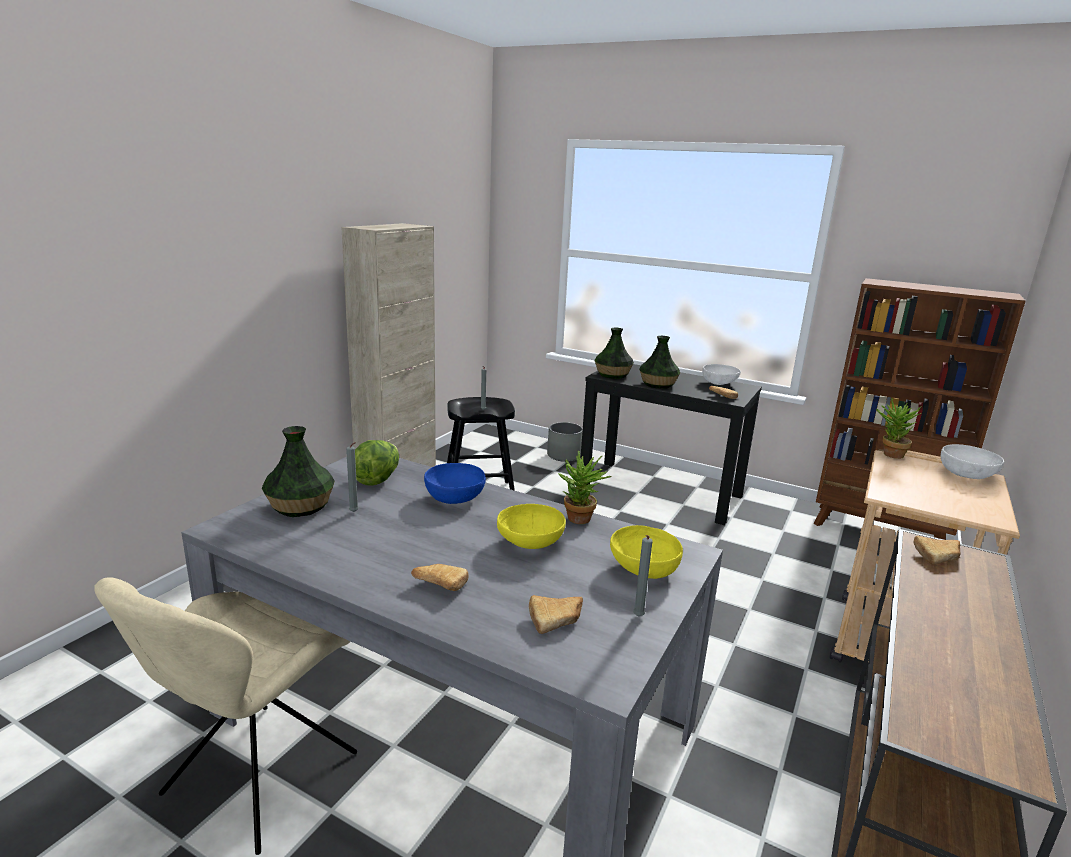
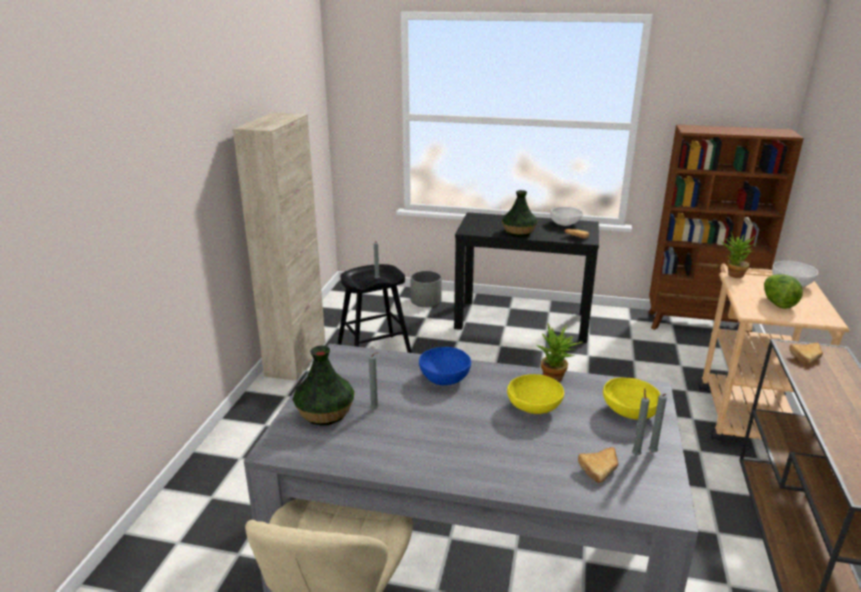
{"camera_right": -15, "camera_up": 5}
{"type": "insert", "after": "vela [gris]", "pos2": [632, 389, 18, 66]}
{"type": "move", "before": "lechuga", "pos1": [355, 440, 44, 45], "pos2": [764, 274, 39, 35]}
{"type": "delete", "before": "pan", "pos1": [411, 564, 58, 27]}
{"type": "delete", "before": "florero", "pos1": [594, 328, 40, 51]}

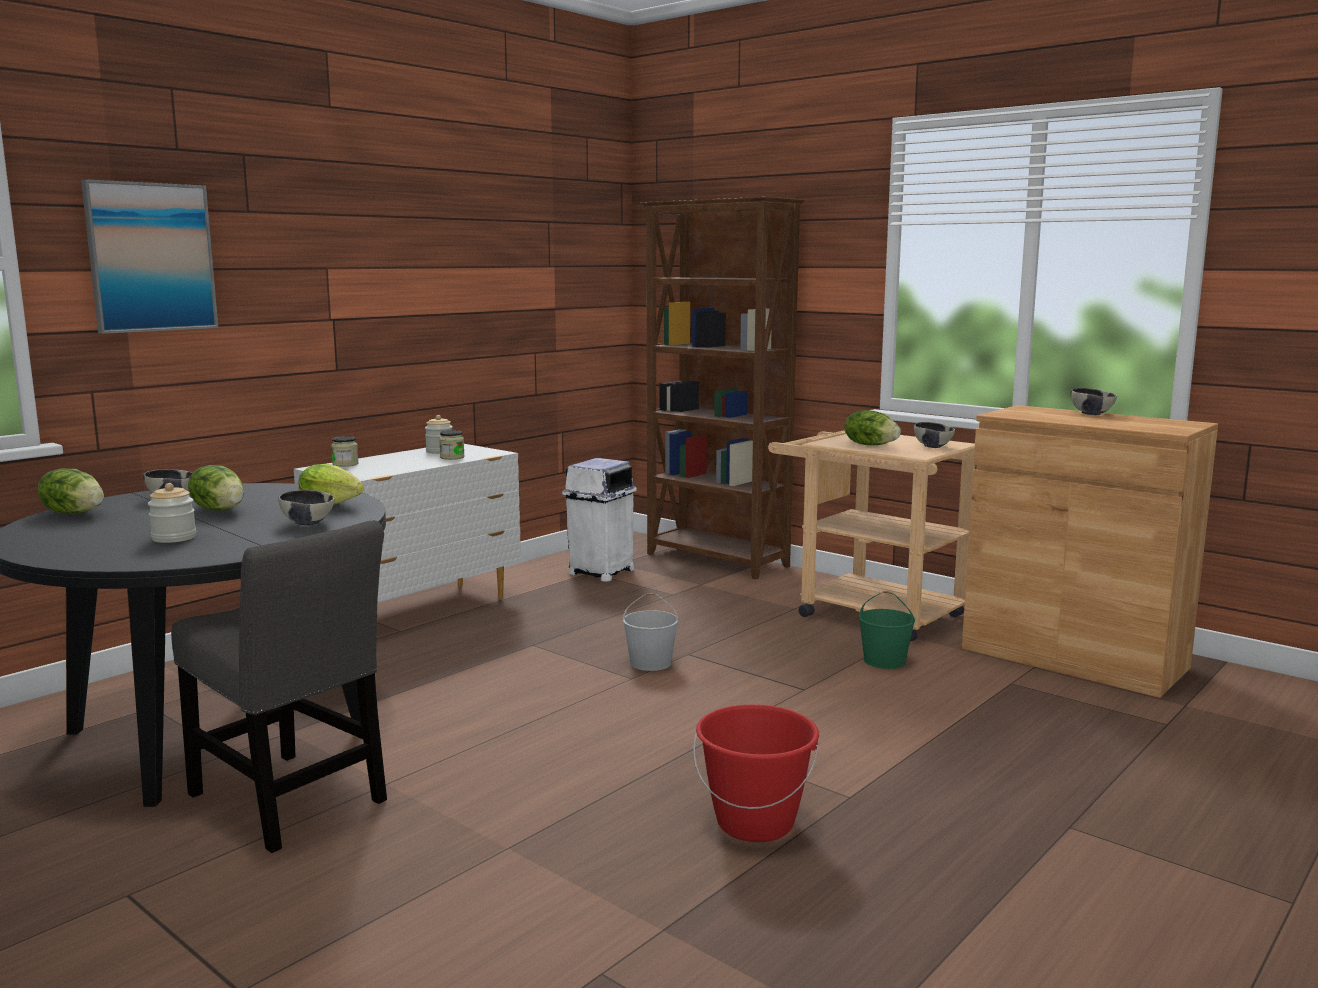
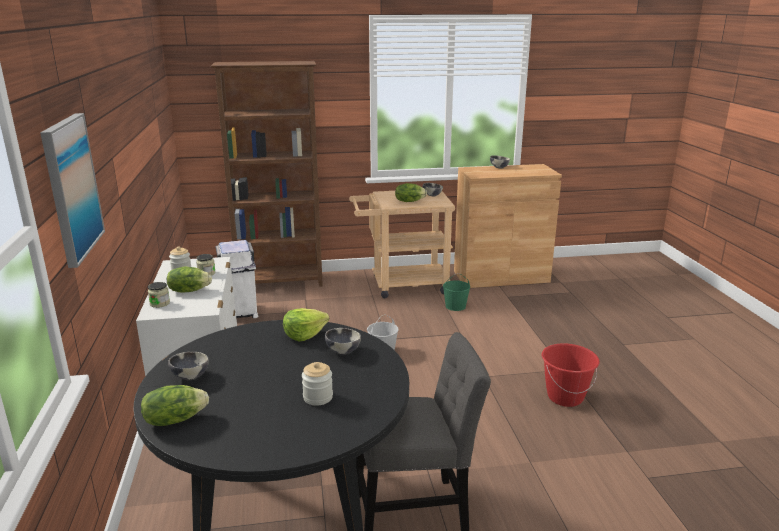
{"camera_right": -50, "camera_up": 10}
{"type": "move", "before": "lechuga", "pos1": [188, 465, 56, 45], "pos2": [167, 266, 45, 27]}

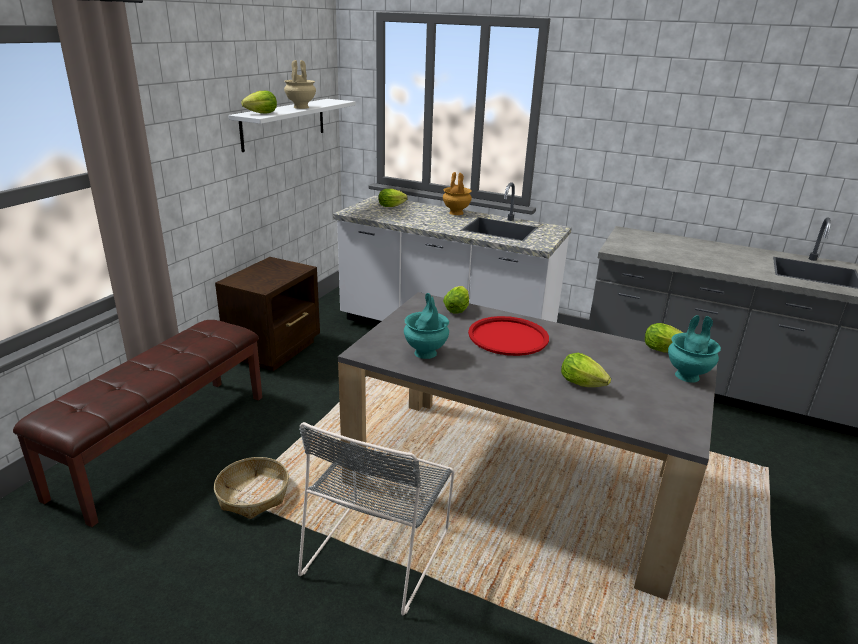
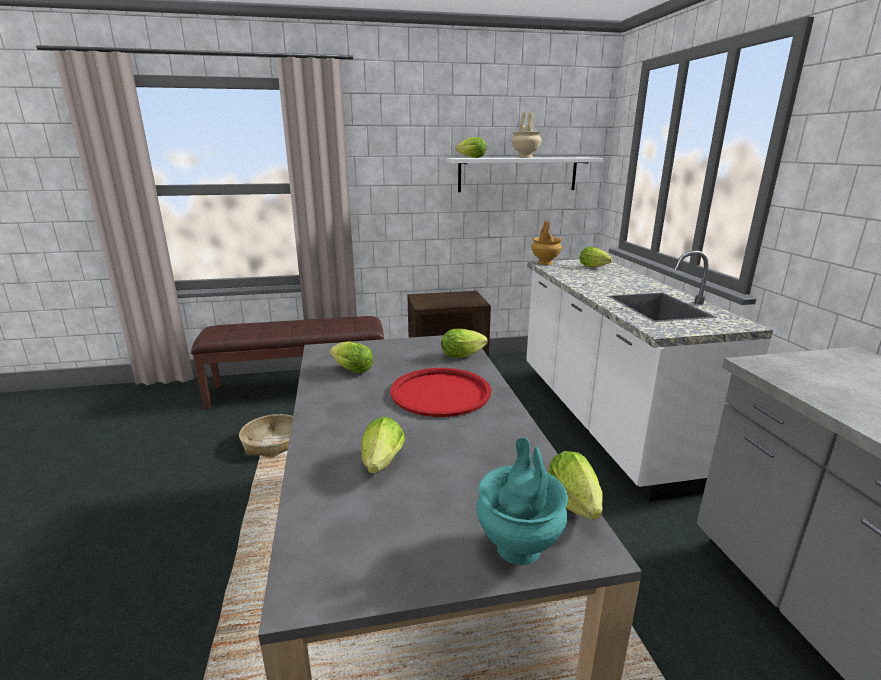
{"camera_right": 55, "camera_up": -5}
{"type": "replace", "before": "florero [turquesa]", "after": "lechuga", "pos1": [404, 293, 45, 66], "pos2": [330, 341, 43, 33]}
{"type": "move", "before": "florero [marrón]", "pos1": [443, 172, 29, 43], "pos2": [531, 220, 31, 45]}
{"type": "delete", "before": "silla [gris]", "pos1": [298, 422, 156, 193]}

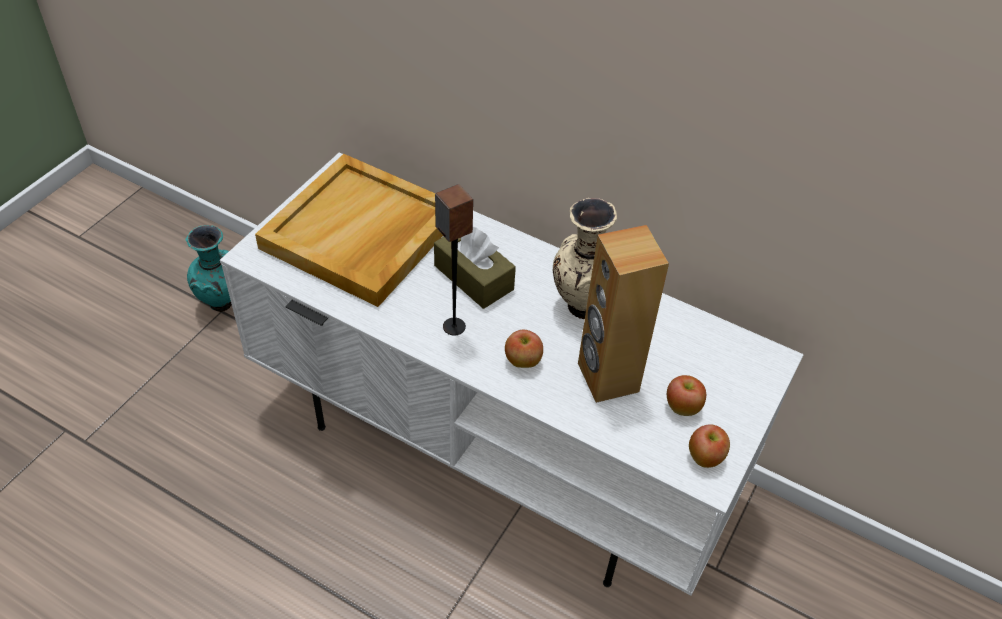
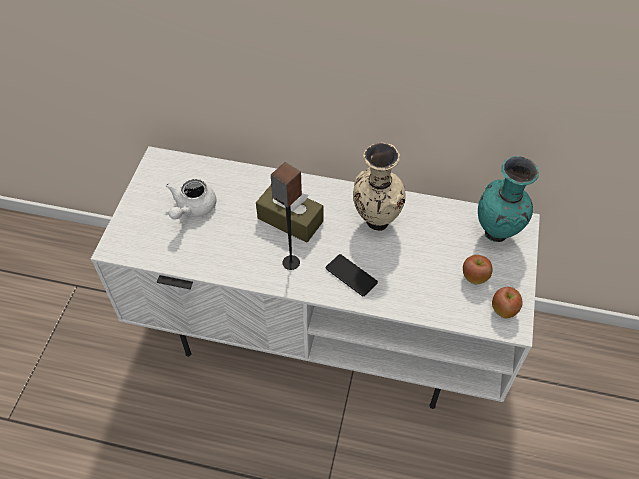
{"camera_right": -15, "camera_up": 5}
{"type": "replace", "before": "bandeja [beis]", "after": "tetera [blanco]", "pos1": [255, 154, 188, 153], "pos2": [166, 179, 50, 41]}
{"type": "replace", "before": "manzana", "after": "móvil", "pos1": [505, 330, 38, 38], "pos2": [325, 254, 53, 42]}
{"type": "move", "before": "florero [turquesa]", "pos1": [186, 225, 46, 87], "pos2": [478, 156, 61, 86]}
{"type": "delete", "before": "altavoz [marrón]", "pos1": [578, 225, 91, 178]}

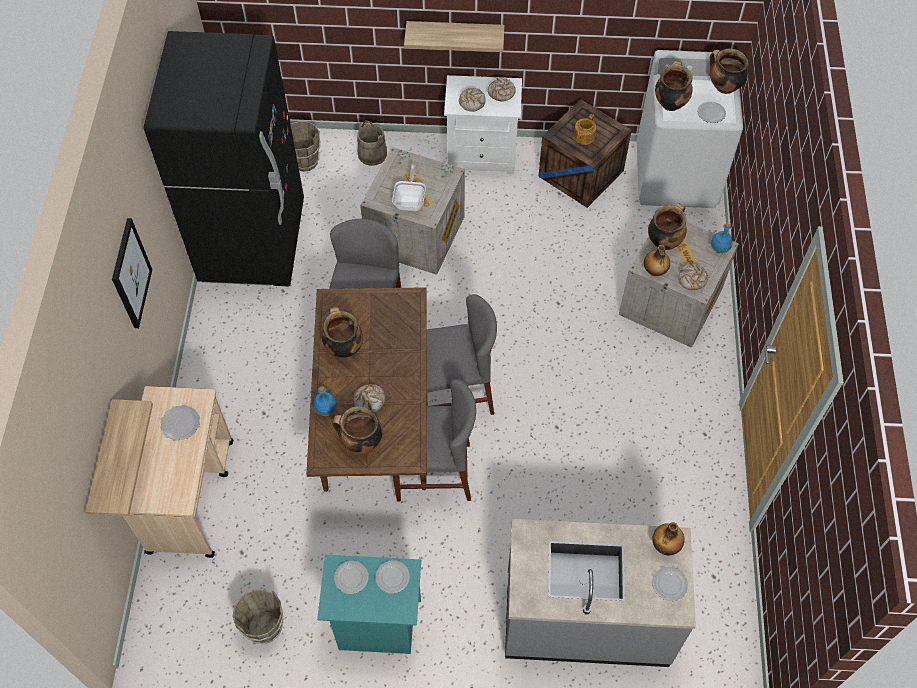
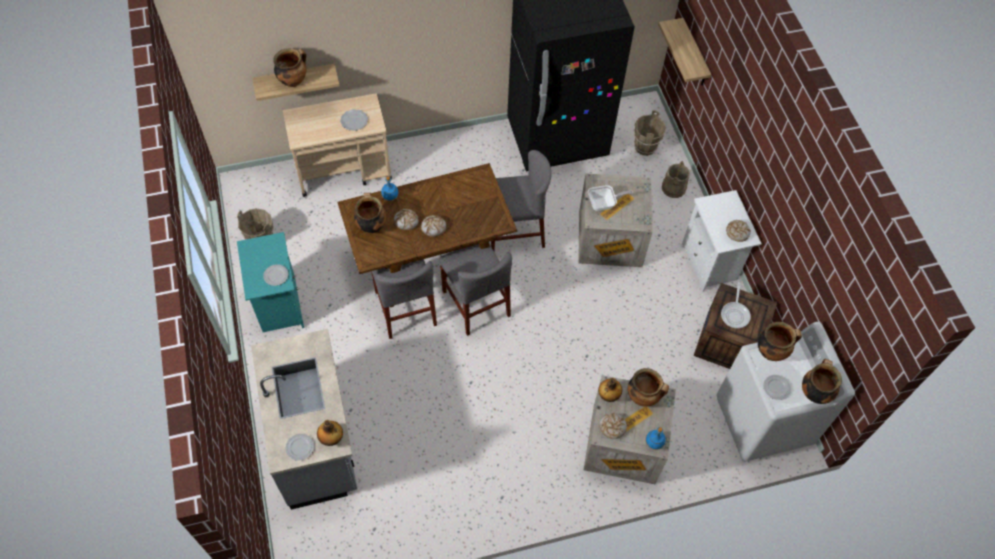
{"camera_right": 70, "camera_up": 0}
{"type": "move", "before": "olla", "pos1": [322, 307, 41, 51], "pos2": [273, 48, 33, 39]}
{"type": "move", "before": "pan", "pos1": [459, 88, 26, 24], "pos2": [421, 215, 25, 22]}
{"type": "move", "before": "estante", "pos1": [404, 21, 101, 31], "pos2": [658, 18, 53, 68]}
{"type": "replace", "before": "tetera", "after": "sartén", "pos1": [574, 114, 22, 31], "pos2": [721, 282, 30, 47]}
{"type": "delete", "before": "cuadro", "pos1": [112, 218, 40, 110]}
{"type": "delete", "before": "plato", "pos1": [334, 561, 35, 33]}

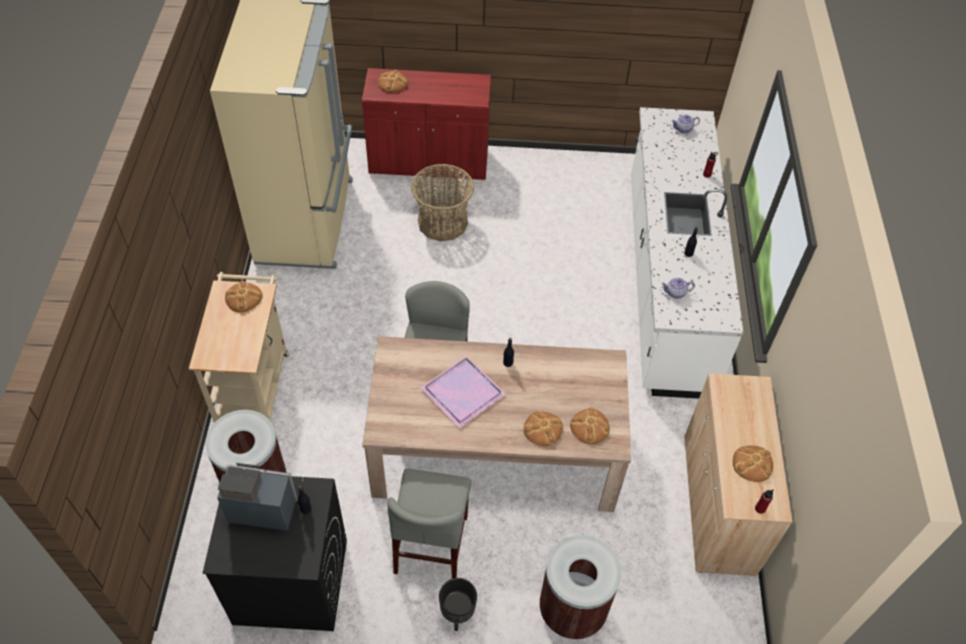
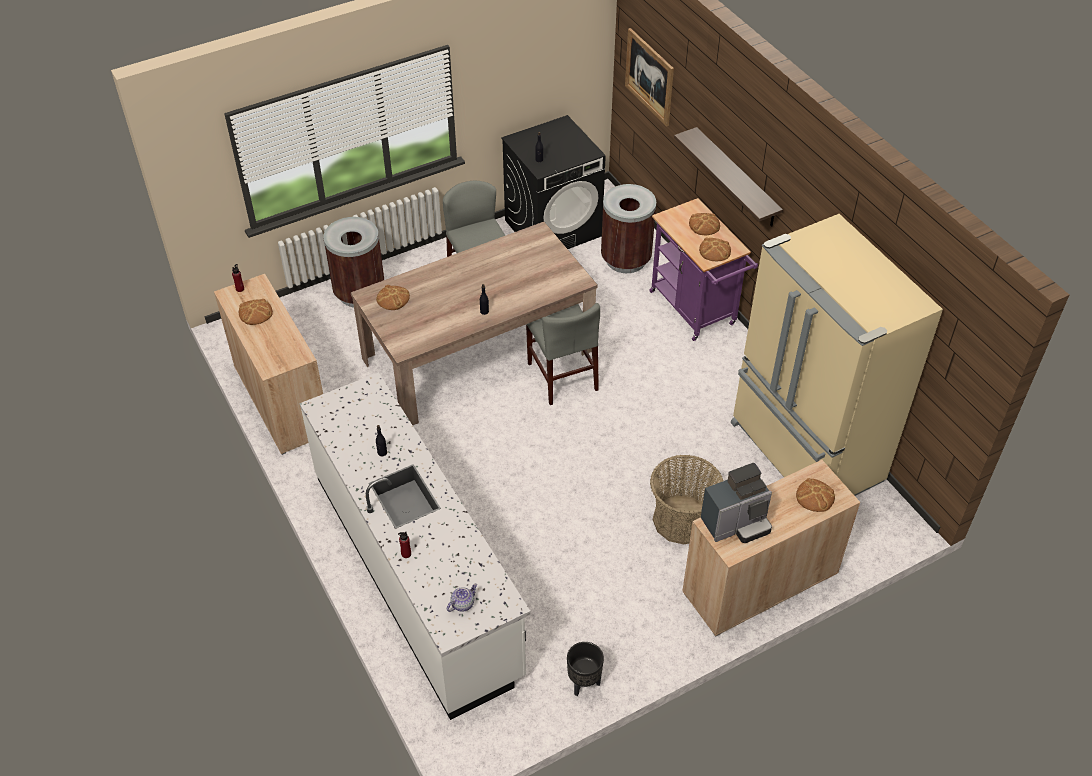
{"camera_right": 150, "camera_up": -5}
{"type": "move", "before": "maceta [negro]", "pos1": [439, 578, 38, 53], "pos2": [567, 642, 37, 54]}
{"type": "insert", "after": "cuadro", "pos2": [625, 28, 49, 99]}
{"type": "recolor", "before": "carrito [beis]", "after": "carrito [morado]", "pos1": [189, 272, 101, 151], "pos2": [649, 198, 109, 143]}
{"type": "insert", "after": "estante", "pos2": [674, 127, 109, 100]}
{"type": "recolor", "before": "armario [rojo]", "after": "armario [beis]", "pos1": [362, 68, 129, 112], "pos2": [682, 460, 178, 177]}
{"type": "move", "before": "pan", "pos1": [523, 411, 40, 35], "pos2": [689, 213, 31, 22]}
{"type": "move", "before": "cafetera", "pos1": [217, 463, 81, 68], "pos2": [701, 463, 71, 80]}
{"type": "delete", "before": "bandeja [morado]", "pos1": [421, 356, 85, 72]}
{"type": "delete", "before": "tetera", "pos1": [662, 278, 33, 21]}

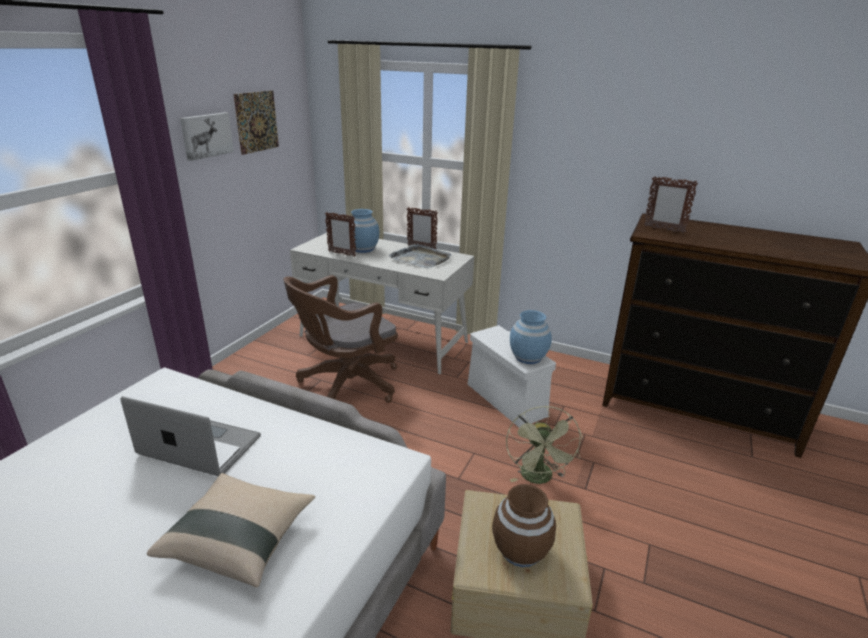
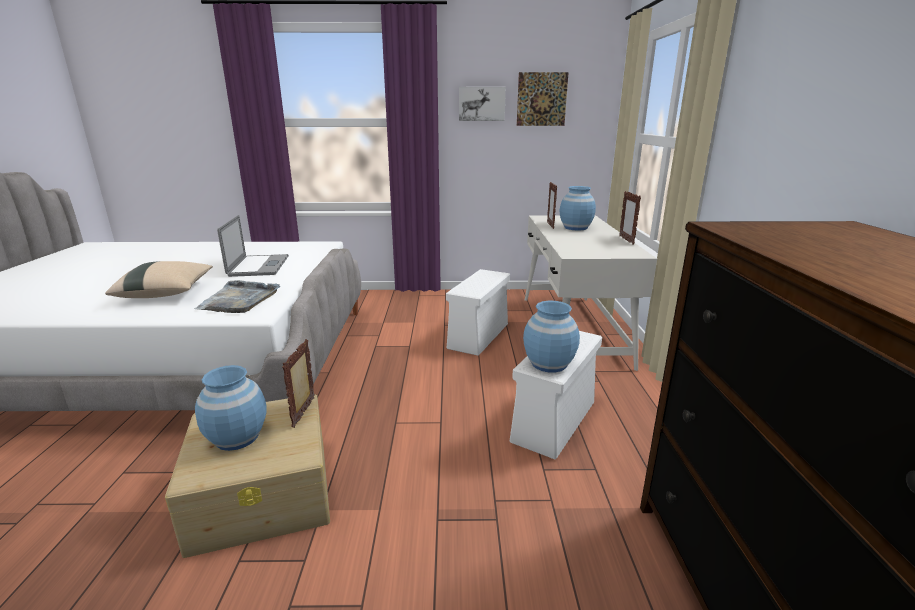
{"camera_right": 65, "camera_up": -5}
{"type": "move", "before": "bandeja [gris]", "pos1": [388, 243, 63, 25], "pos2": [194, 280, 86, 33]}
{"type": "recolor", "before": "florero [marrón]", "after": "florero [azul]", "pos1": [492, 484, 64, 83], "pos2": [195, 365, 72, 86]}
{"type": "move", "before": "portarretratos", "pos1": [644, 176, 54, 57], "pos2": [282, 339, 33, 89]}
{"type": "replace", "before": "silla de oficina [marrón]", "after": "caja de almacenaje [blanco]", "pos1": [284, 275, 114, 128], "pos2": [446, 269, 64, 87]}
{"type": "delete", "before": "ventilador [verde]", "pos1": [506, 406, 77, 78]}

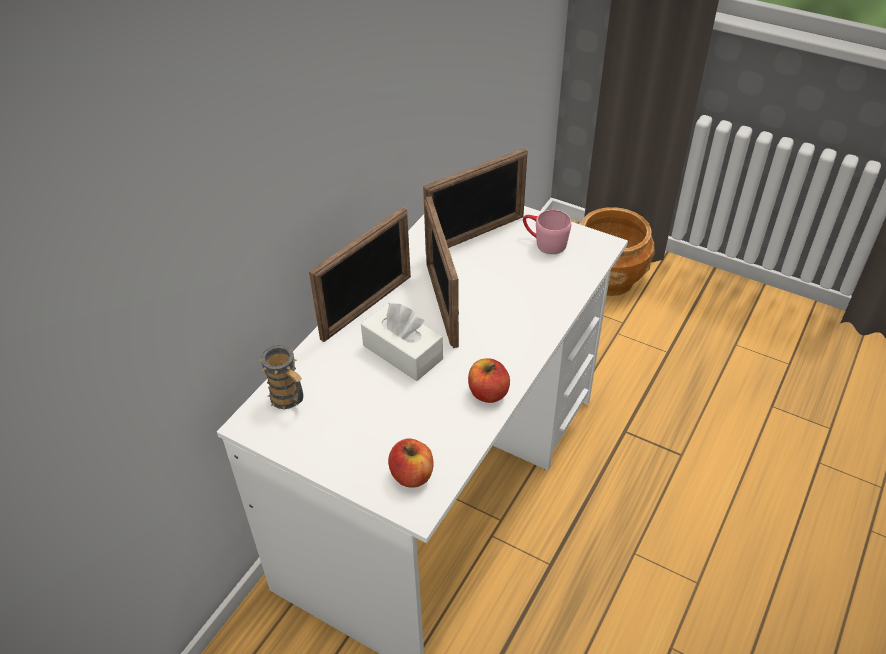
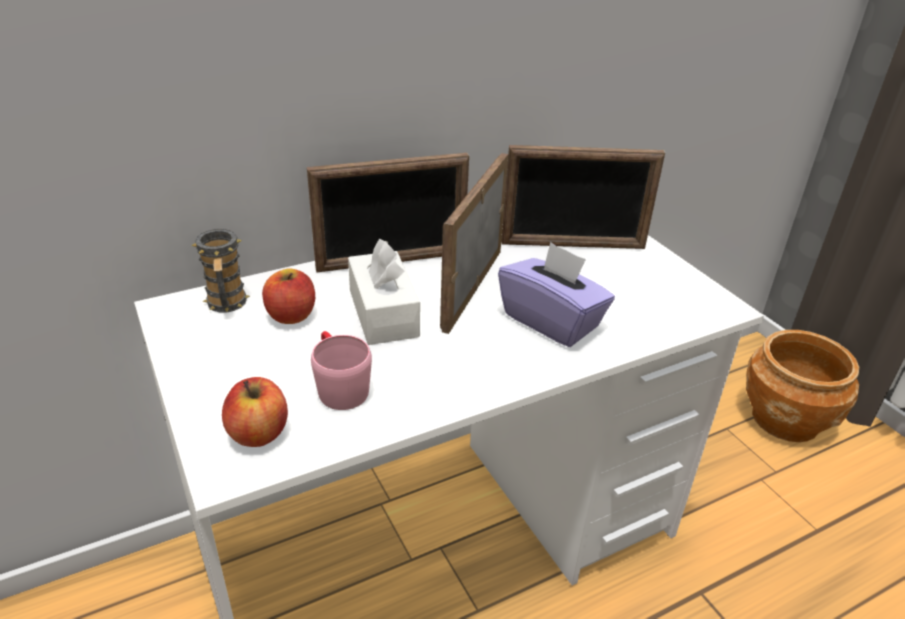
{"camera_right": 30, "camera_up": -10}
{"type": "move", "before": "manzana", "pos1": [468, 358, 42, 45], "pos2": [262, 269, 53, 55]}
{"type": "move", "before": "taza grande [rosa]", "pos1": [523, 210, 48, 44], "pos2": [311, 331, 61, 79]}
{"type": "insert", "after": "caja de pañuelos [morado]", "pos2": [498, 242, 117, 105]}

